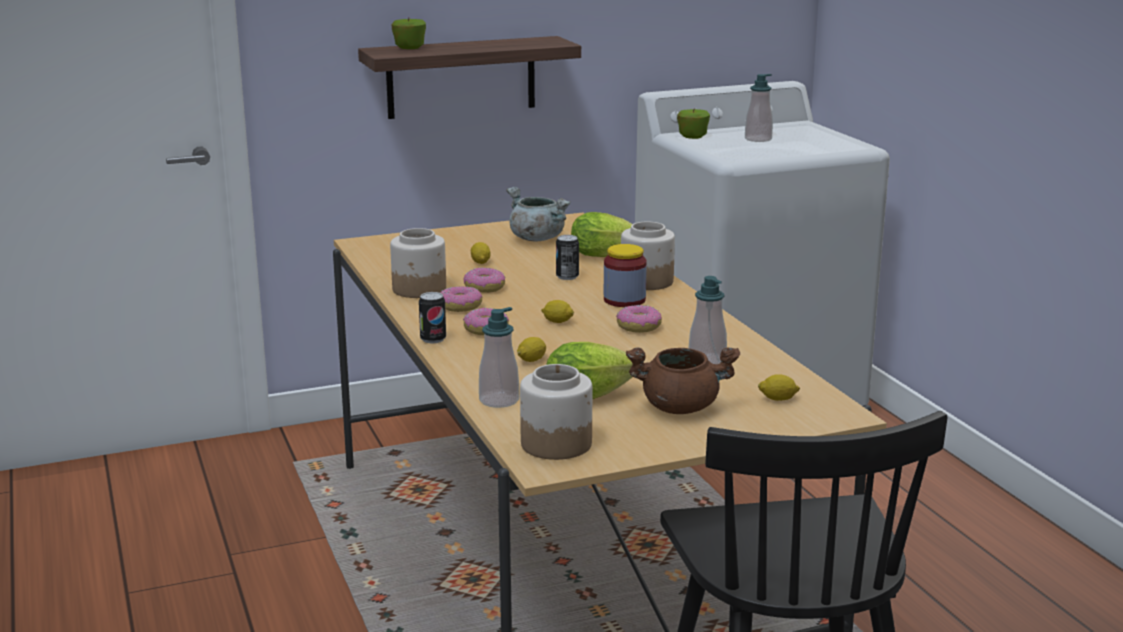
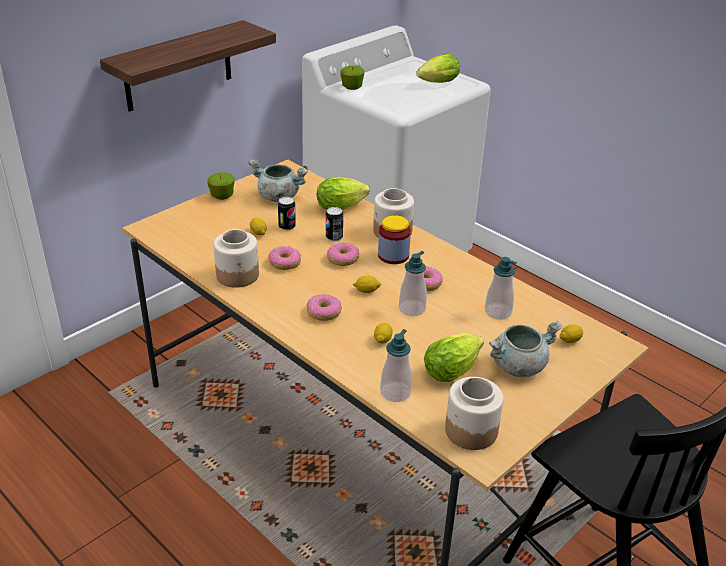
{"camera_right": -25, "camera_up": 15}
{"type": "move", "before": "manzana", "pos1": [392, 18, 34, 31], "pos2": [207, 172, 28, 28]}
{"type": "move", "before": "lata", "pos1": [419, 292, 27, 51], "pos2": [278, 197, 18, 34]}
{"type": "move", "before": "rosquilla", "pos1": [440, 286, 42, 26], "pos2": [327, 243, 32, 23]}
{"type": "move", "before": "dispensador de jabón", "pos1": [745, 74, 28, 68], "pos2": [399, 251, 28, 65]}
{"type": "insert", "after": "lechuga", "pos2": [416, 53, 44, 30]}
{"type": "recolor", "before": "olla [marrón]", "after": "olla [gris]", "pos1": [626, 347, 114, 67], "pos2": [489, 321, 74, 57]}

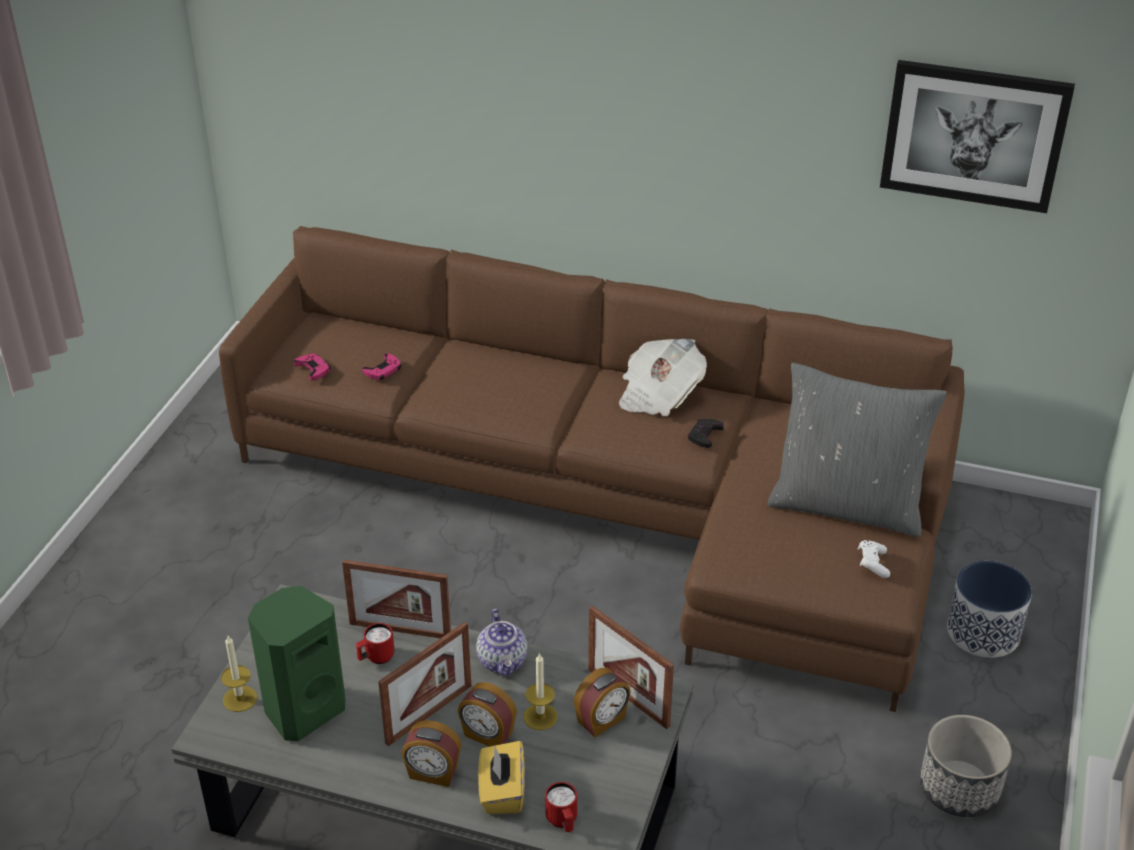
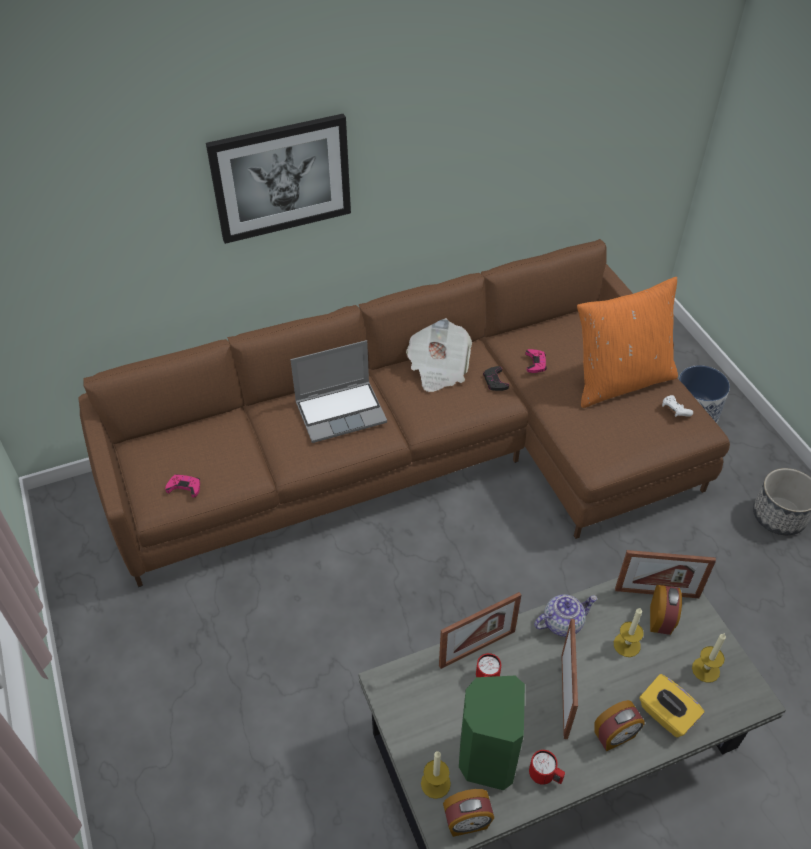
{"camera_right": -40, "camera_up": 10}
{"type": "move", "before": "cuadro", "pos1": [880, 60, 195, 153], "pos2": [206, 114, 145, 130]}
{"type": "insert", "after": "portátil", "pos2": [291, 340, 96, 103]}
{"type": "move", "before": "despertador", "pos1": [458, 682, 59, 65], "pos2": [443, 789, 51, 48]}
{"type": "move", "before": "mando de consola [rosa]", "pos1": [362, 353, 39, 27], "pos2": [525, 349, 22, 24]}
{"type": "move", "before": "taza grande [rojo]", "pos1": [545, 782, 32, 50], "pos2": [529, 750, 36, 35]}
{"type": "rotate", "before": "tetera", "pos1": [476, 609, 52, 68], "pos2": [534, 594, 63, 43], "turn": -60}
{"type": "recolor", "before": "cojín [gris]", "after": "cojín [naranja]", "pos1": [768, 363, 179, 174], "pos2": [577, 277, 101, 131]}
{"type": "insert", "after": "vela", "pos2": [692, 633, 34, 50]}

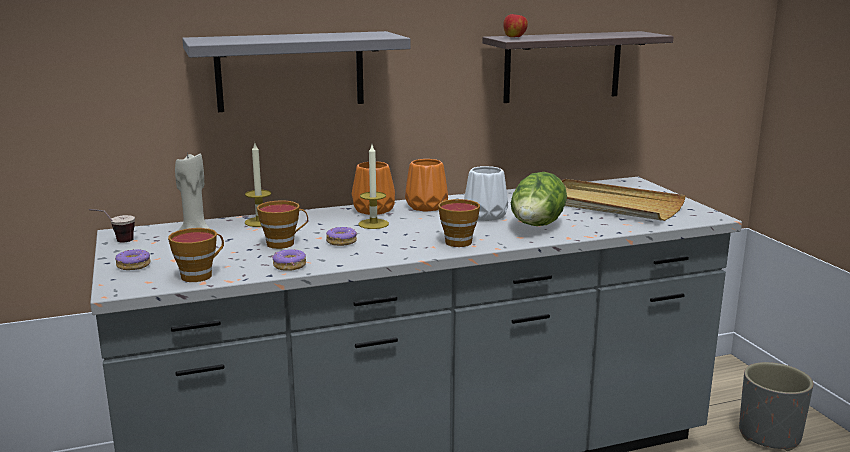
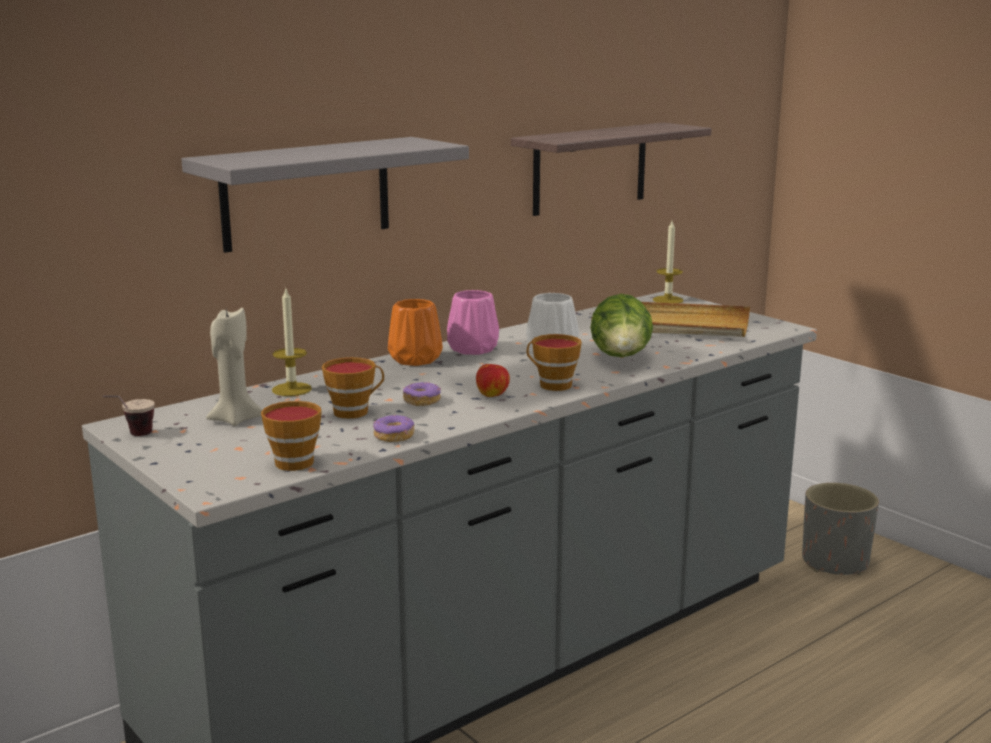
{"camera_right": -20, "camera_up": 0}
{"type": "recolor", "before": "florero [naranja]", "after": "florero [rosa]", "pos1": [405, 159, 43, 53], "pos2": [447, 290, 52, 65]}
{"type": "move", "before": "manzana", "pos1": [503, 14, 25, 23], "pos2": [476, 364, 34, 33]}
{"type": "move", "before": "vela", "pos1": [358, 145, 31, 84], "pos2": [653, 221, 31, 82]}
{"type": "delete", "before": "rosquilla", "pos1": [115, 249, 36, 21]}

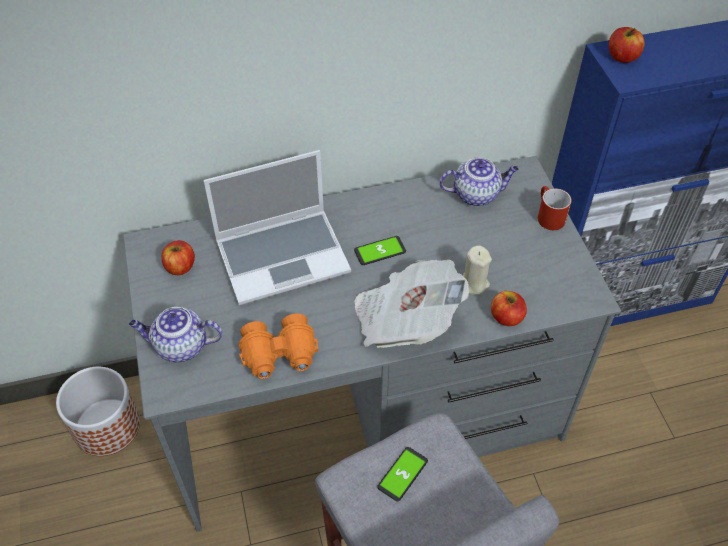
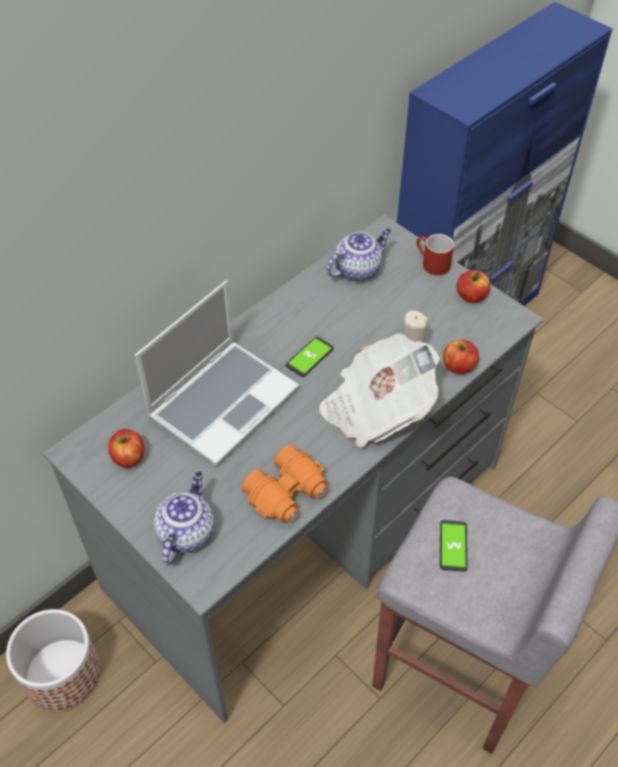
{"camera_right": -30, "camera_up": 0}
{"type": "rotate", "before": "tetera", "pos1": [129, 307, 94, 55], "pos2": [154, 471, 60, 94], "turn": 135}
{"type": "move", "before": "manzana", "pos1": [609, 27, 36, 36], "pos2": [457, 270, 33, 33]}

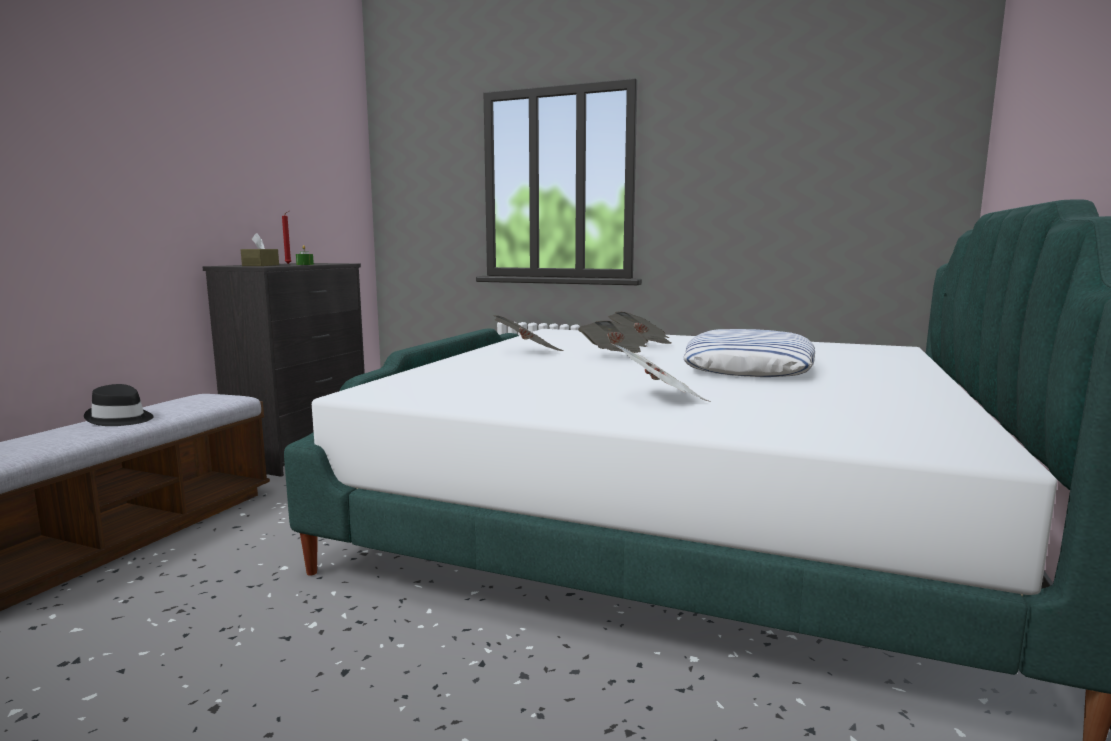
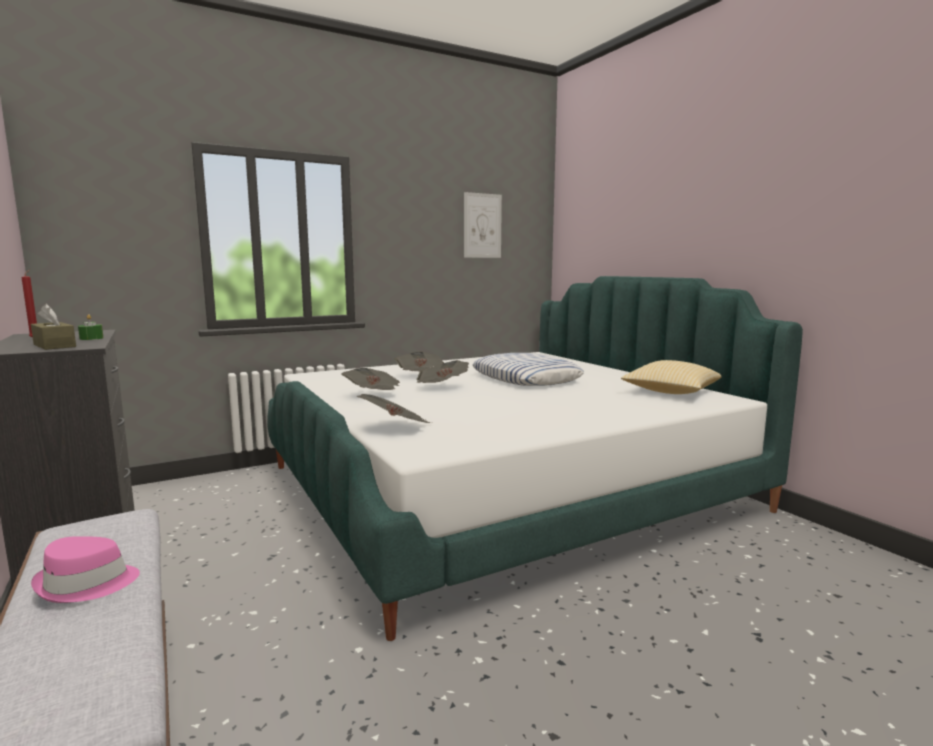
{"camera_right": -50, "camera_up": 0}
{"type": "recolor", "before": "sombrero [negro]", "after": "sombrero [rosa]", "pos1": [84, 384, 70, 42], "pos2": [31, 536, 109, 67]}
{"type": "move", "before": "periódico", "pos1": [610, 343, 102, 59], "pos2": [357, 394, 74, 29]}
{"type": "insert", "after": "cuadro", "pos2": [464, 192, 38, 66]}
{"type": "insert", "after": "cojín", "pos2": [621, 360, 101, 34]}

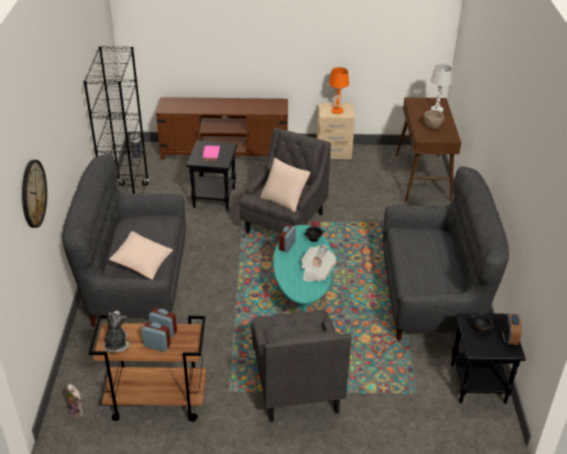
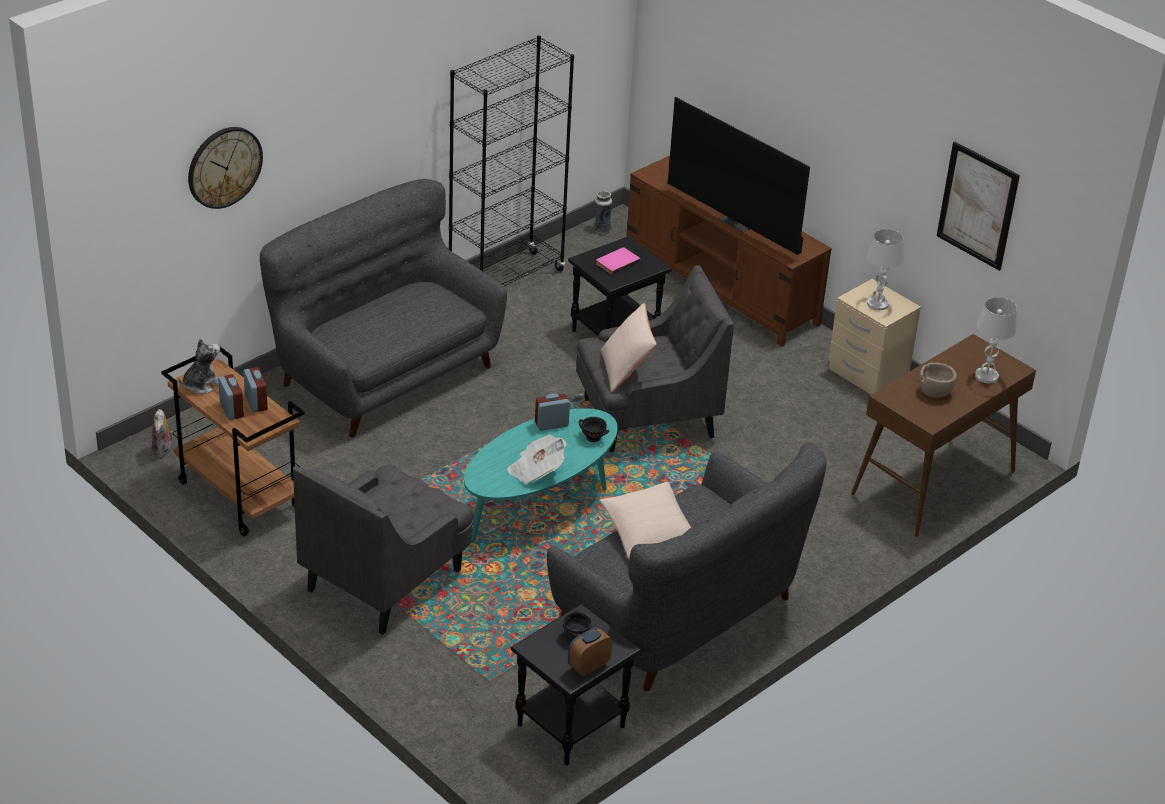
{"camera_right": 45, "camera_up": 0}
{"type": "move", "before": "cojín [beis]", "pos1": [109, 231, 64, 49], "pos2": [599, 482, 92, 77]}
{"type": "insert", "after": "televisor", "pos2": [668, 97, 142, 158]}
{"type": "recolor", "before": "lámpara de mesa [naranja]", "after": "lámpara de mesa [blanco]", "pos1": [329, 67, 20, 47], "pos2": [867, 229, 37, 81]}
{"type": "insert", "after": "cuadro", "pos2": [937, 141, 83, 130]}

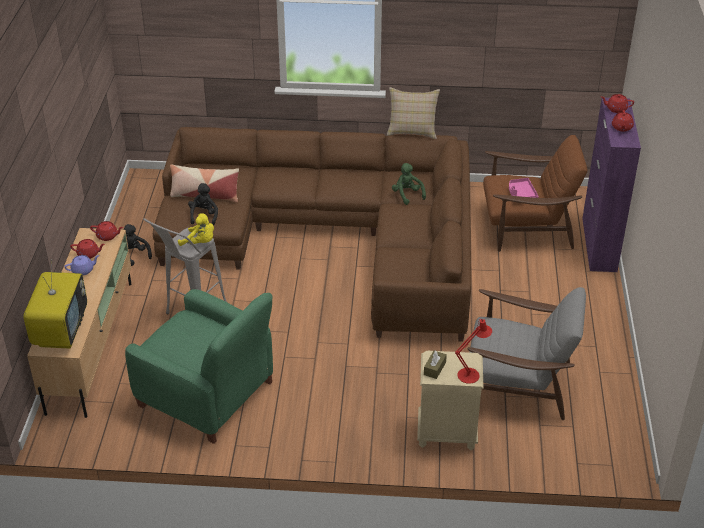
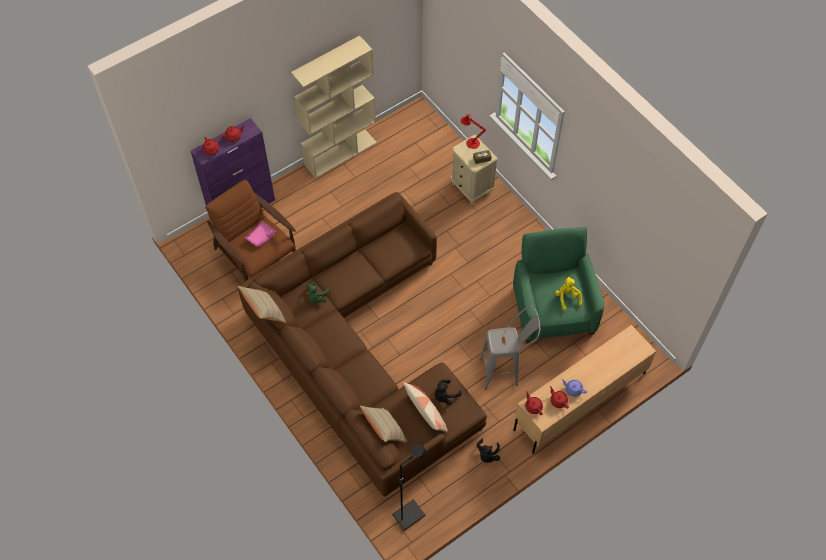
{"camera_right": -130, "camera_up": 20}
{"type": "insert", "after": "estantería [beis]", "pos2": [291, 35, 86, 143]}
{"type": "insert", "after": "cojín [beis]", "pos2": [360, 406, 47, 36]}
{"type": "insert", "after": "lámpara de pie [negro]", "pos2": [392, 444, 34, 87]}
{"type": "move", "before": "peluche [amarillo]", "pos1": [178, 213, 36, 33], "pos2": [555, 276, 27, 34]}
{"type": "delete", "before": "televisor", "pos1": [23, 259, 64, 89]}
{"type": "delete", "before": "sillón [gris]", "pos1": [467, 287, 119, 133]}

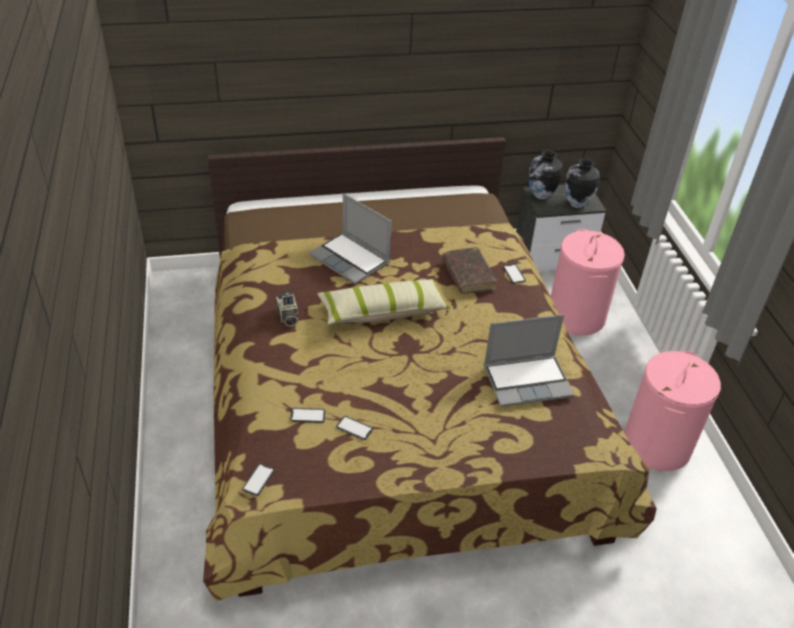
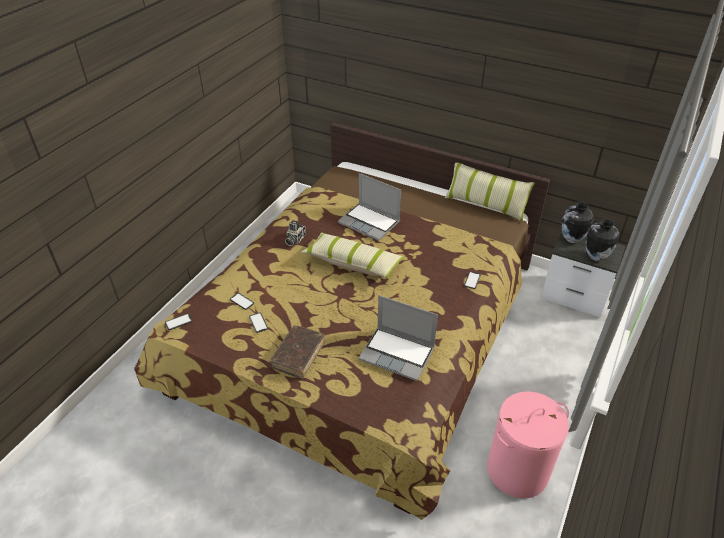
{"camera_right": 40, "camera_up": 0}
{"type": "move", "before": "libro [marrón]", "pos1": [442, 247, 55, 47], "pos2": [269, 325, 56, 54]}
{"type": "rotate", "before": "portátil", "pos1": [309, 193, 83, 92], "pos2": [338, 173, 63, 68], "turn": -45}
{"type": "insert", "after": "cojín", "pos2": [445, 163, 90, 59]}
{"type": "delete", "before": "cesto de la ropa [rosa]", "pos1": [551, 229, 74, 107]}

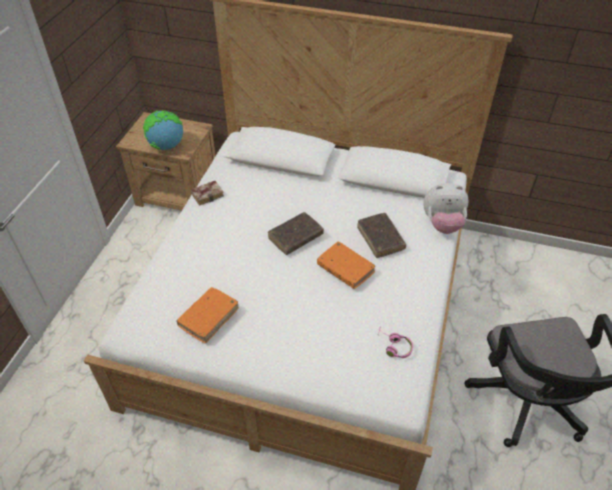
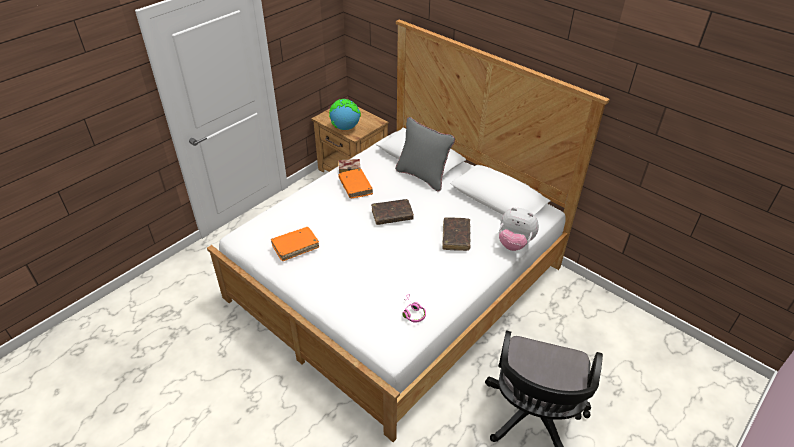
{"camera_right": 25, "camera_up": -5}
{"type": "move", "before": "libro [naranja]", "pos1": [317, 241, 58, 48], "pos2": [338, 168, 35, 30]}
{"type": "insert", "after": "cojín [gris]", "pos2": [395, 117, 60, 75]}

